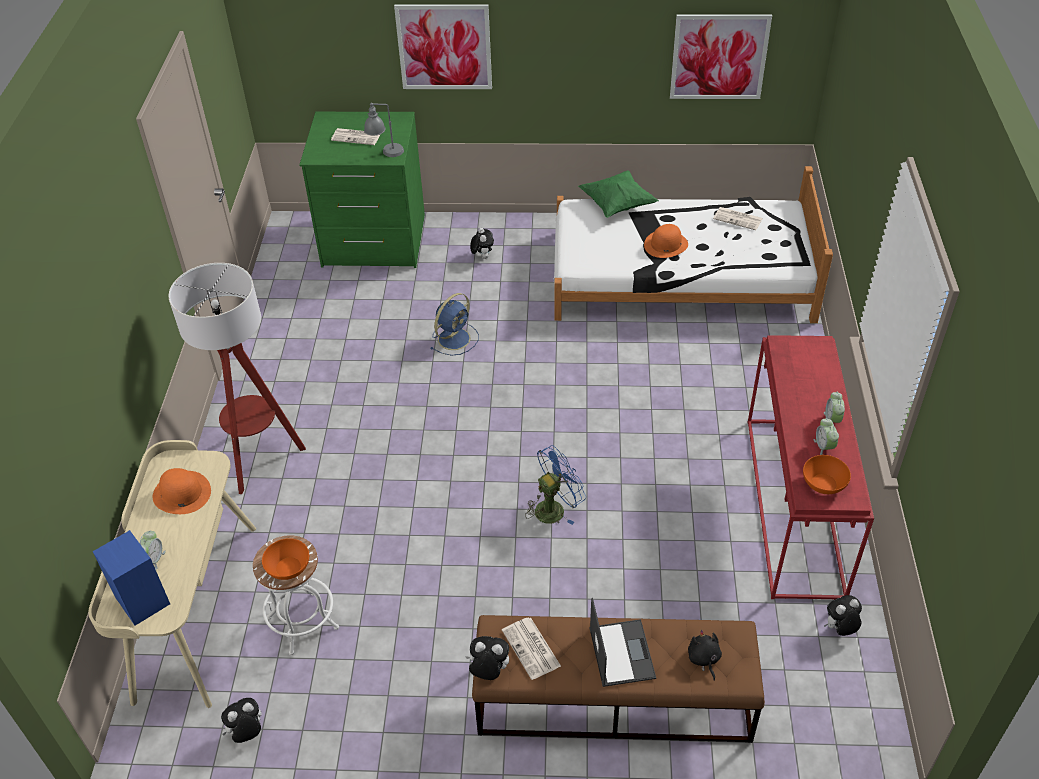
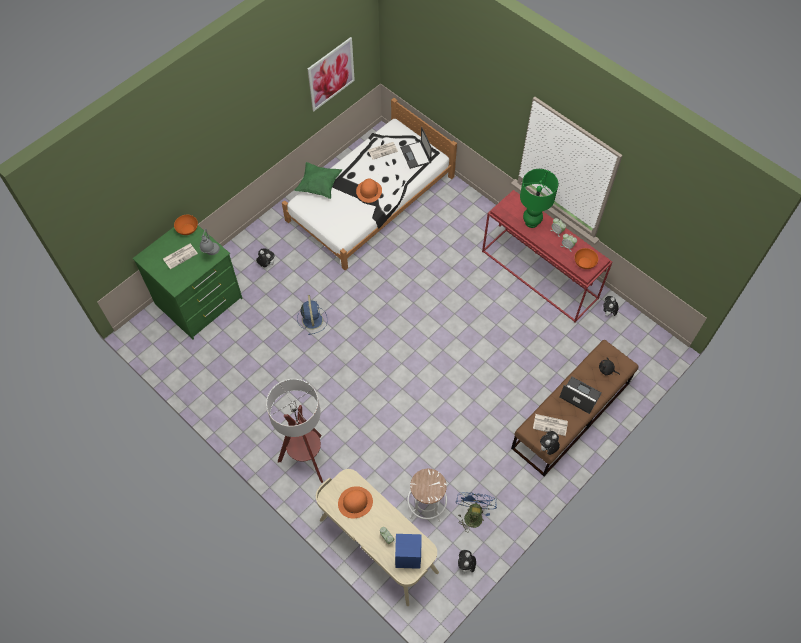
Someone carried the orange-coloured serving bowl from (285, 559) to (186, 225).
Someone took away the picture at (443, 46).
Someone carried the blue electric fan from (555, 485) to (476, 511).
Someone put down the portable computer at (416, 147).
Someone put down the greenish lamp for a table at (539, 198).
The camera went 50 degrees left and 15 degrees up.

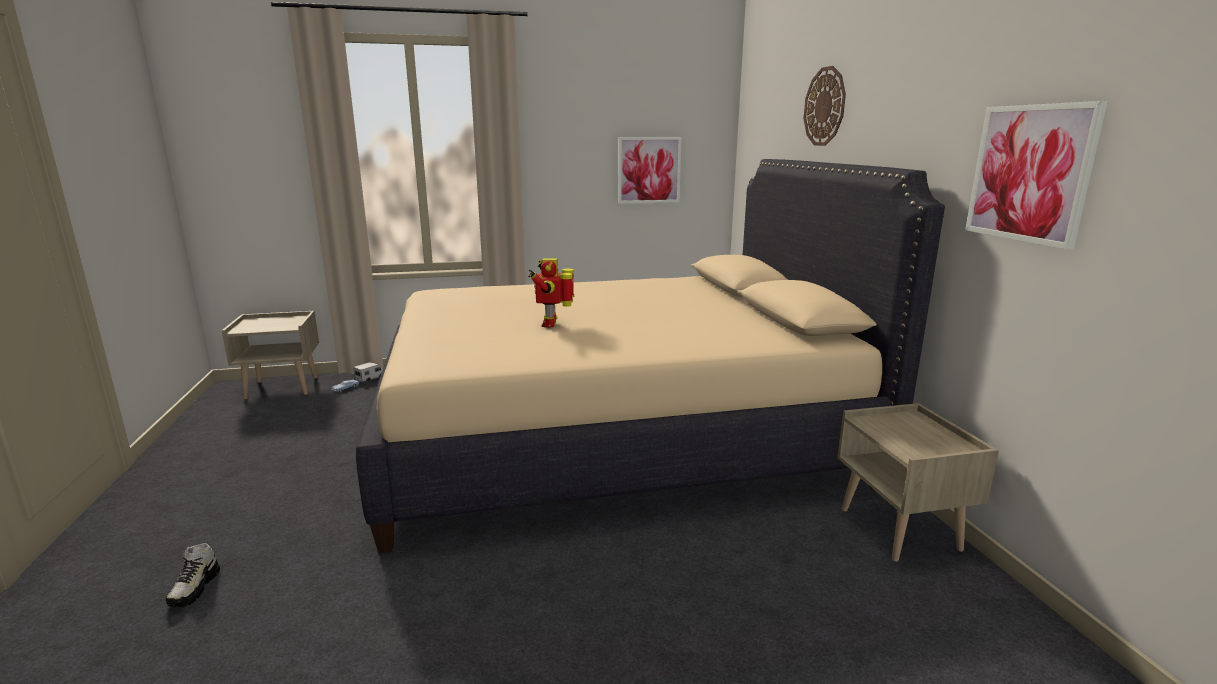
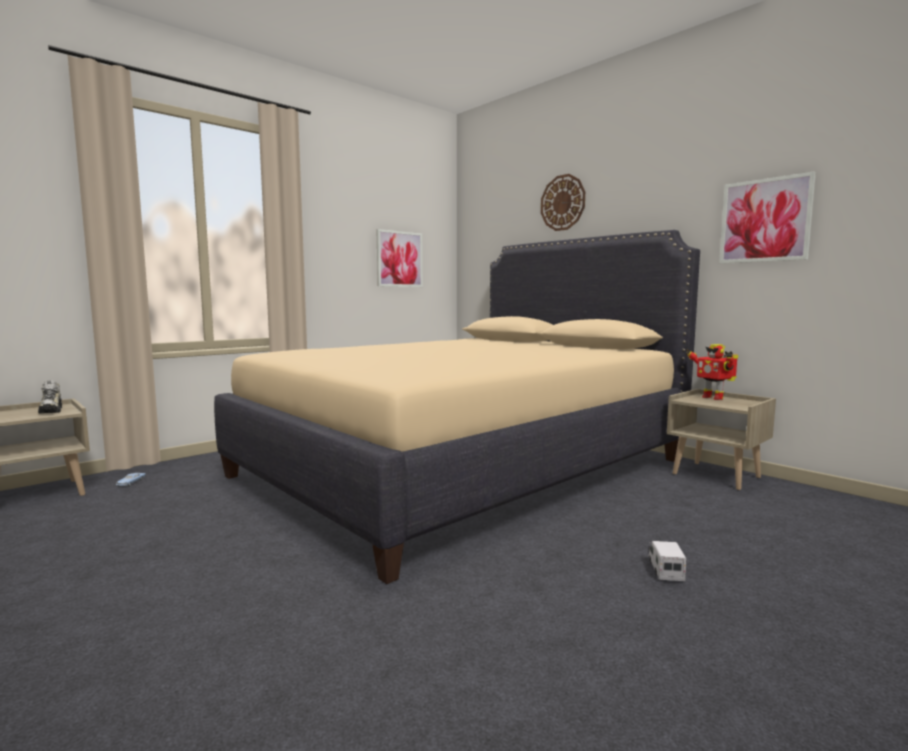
Someone carried the shoe from (193, 575) to (50, 397).
Someone carried the toy lorry from (368, 372) to (667, 561).
Someone carried the model robot from (551, 292) to (712, 372).
The camera went 30 degrees left and 10 degrees down.

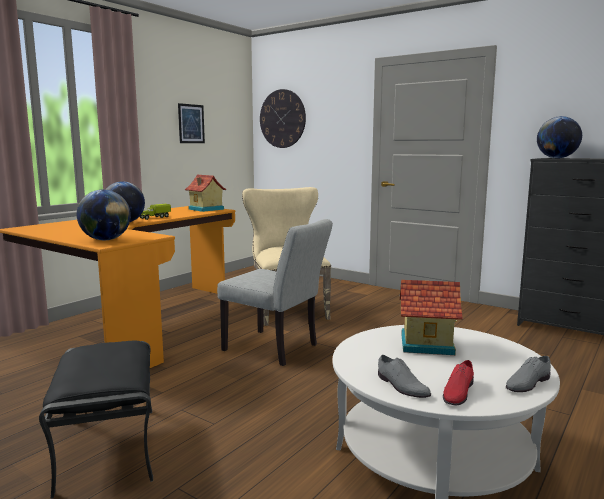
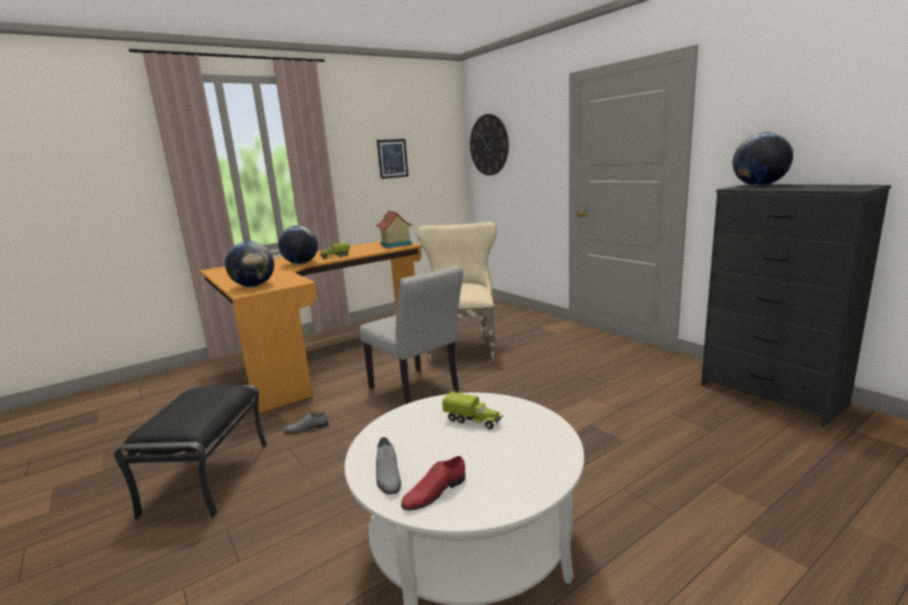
Someone swapped the toy house at (431, 317) for the toy lorry at (472, 410).
Someone carried the greyish shoe from (528, 374) to (305, 423).
The camera went 20 degrees right and 5 degrees up.

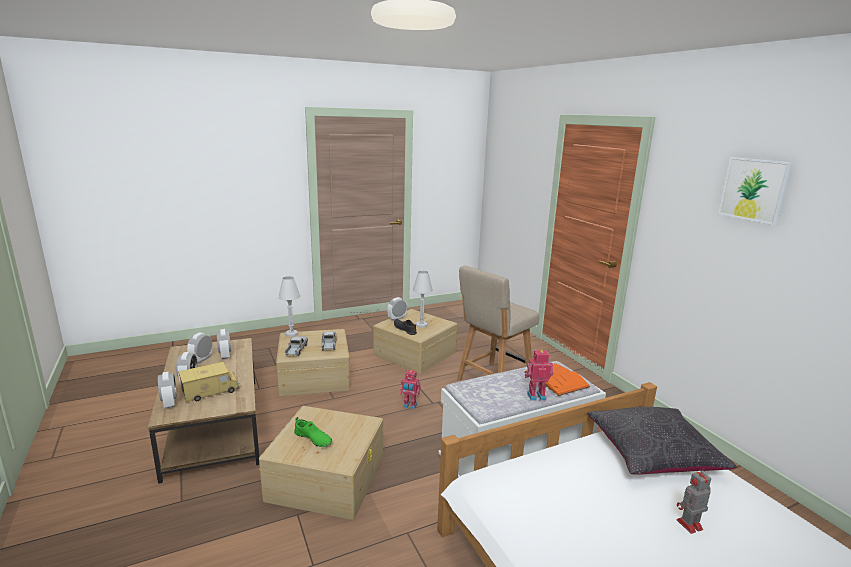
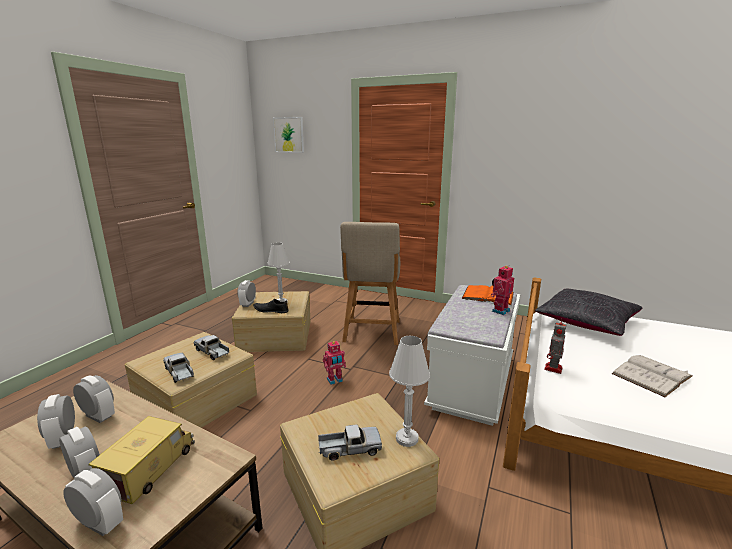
Someone carried the whitish lamp for a table from (289, 306) to (409, 391).
Someone swapped the greenish shoe at (313, 432) for the toy lorry at (350, 442).
Someone carried the model robot from (694, 501) to (555, 346).
Someone carried the picture from (755, 191) to (288, 135).
Someone put down the whitish bound book at (651, 376).
The camera went 40 degrees left and 0 degrees up.

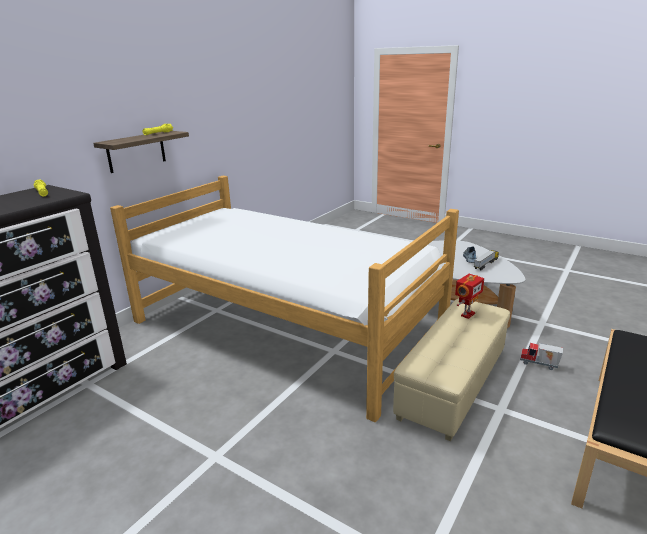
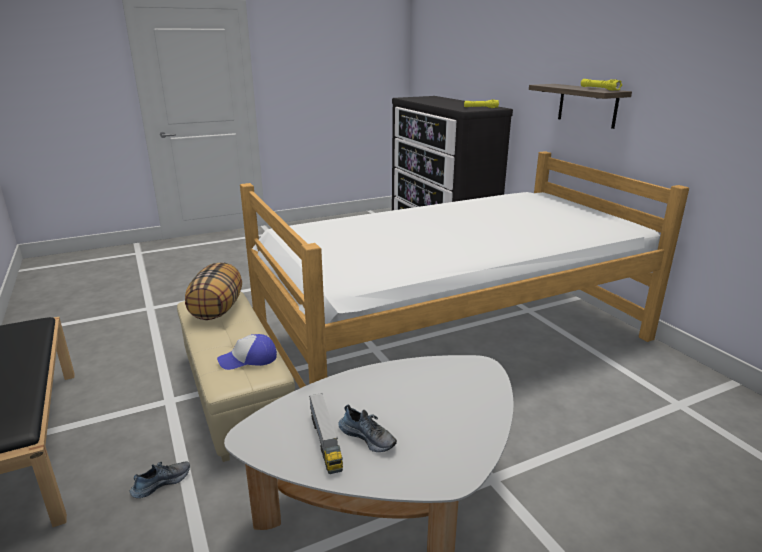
Someone swapped the model robot at (469, 296) for the peaked cap at (247, 352).
Someone swapped the toy lorry at (541, 356) for the shoe at (160, 479).
Someone put down the cushion at (213, 291).
The camera went 120 degrees right and 0 degrees up.

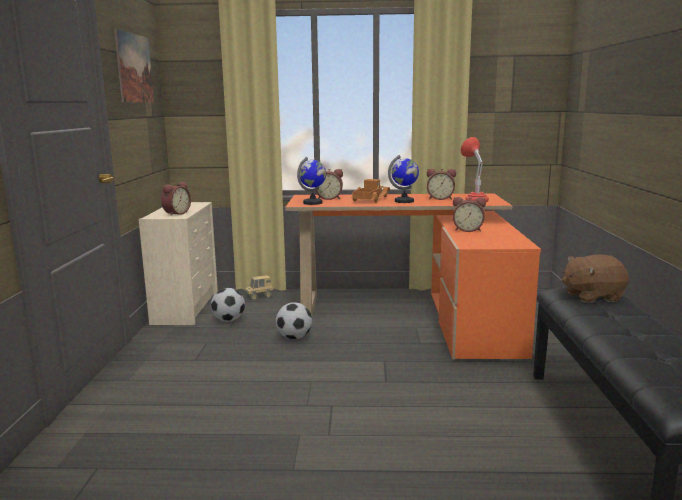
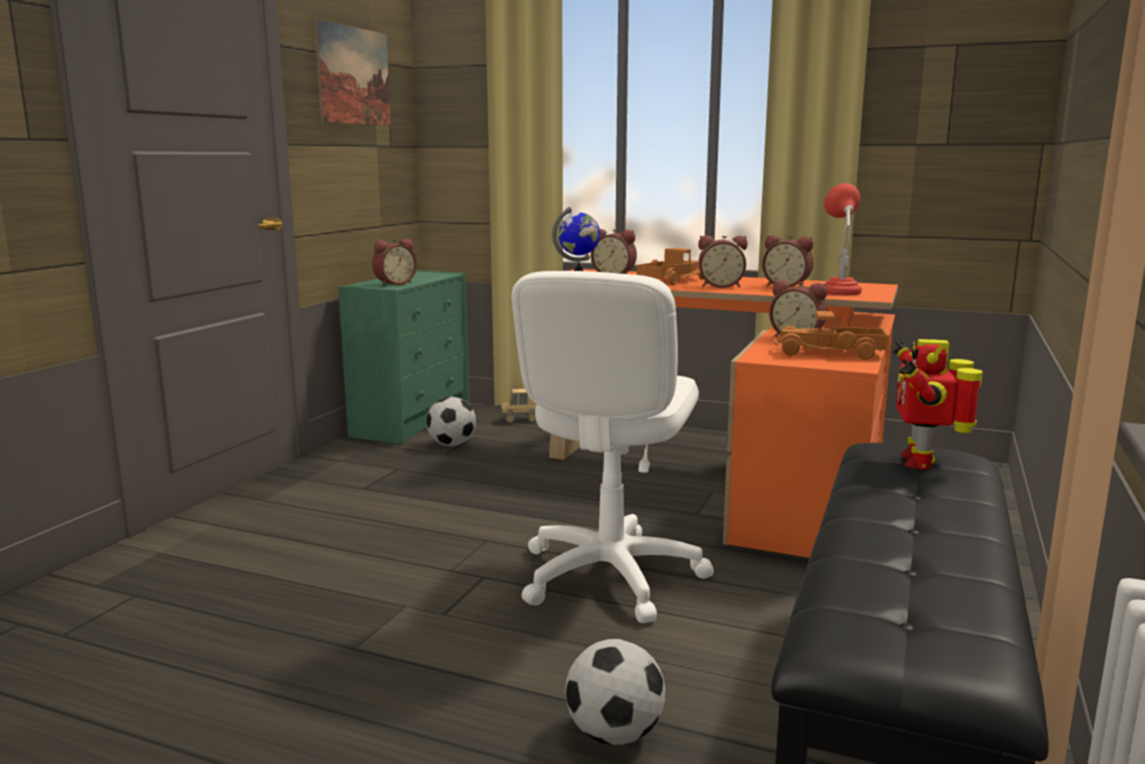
Someone repainted the beige drawer chest at (178, 263), which became the greenish drawer chest at (404, 357).
Someone carried the football ball from (294, 320) to (615, 692).
Someone swapped the world globe at (403, 179) for the table clock at (723, 261).
Someone swapped the brown-coloured plush toy at (595, 279) for the model robot at (938, 404).
Someone put down the whitish computer chair at (613, 447).
Someone put down the toy lorry at (831, 335).
The camera went 20 degrees right and 0 degrees up.

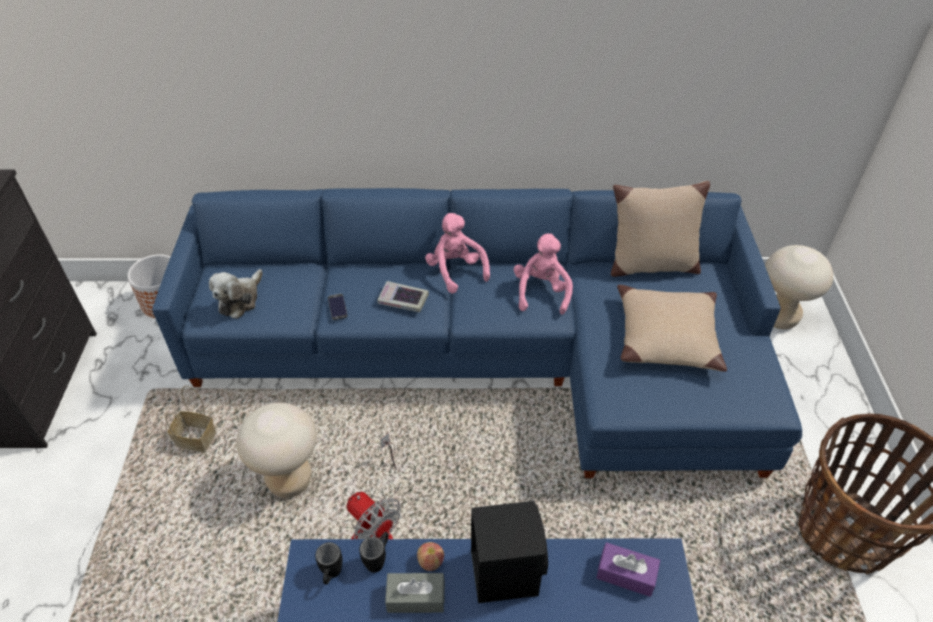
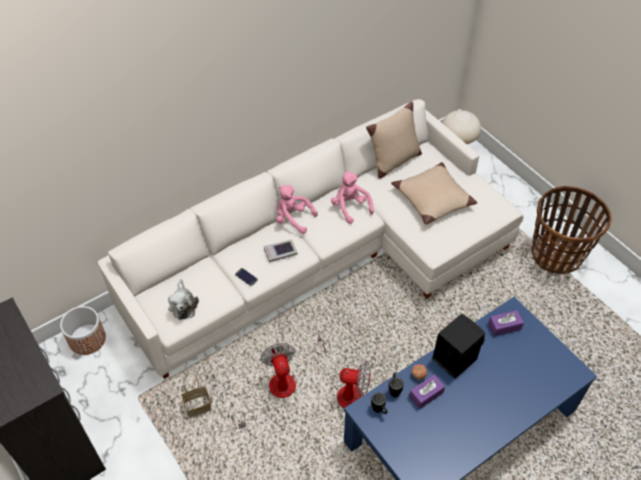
Someone repainted the blue sofa at (477, 333), which became the whitish sofa at (311, 239).
Someone swapped the beige sitting stool at (276, 450) for the electric fan at (267, 386).
Someone repainted the greyish box of tissues at (415, 593), which became the purplish box of tissues at (427, 391).
The camera went 35 degrees left and 5 degrees up.

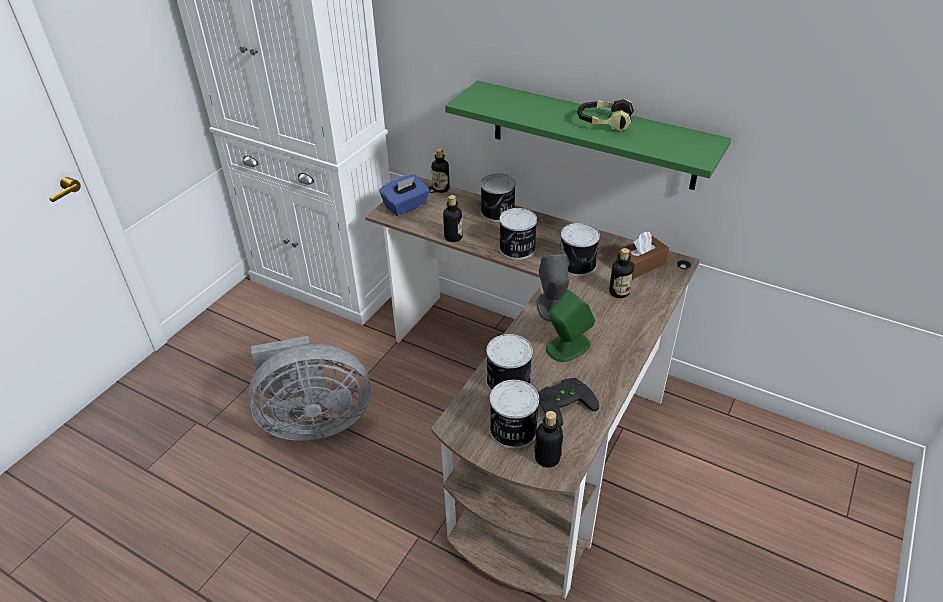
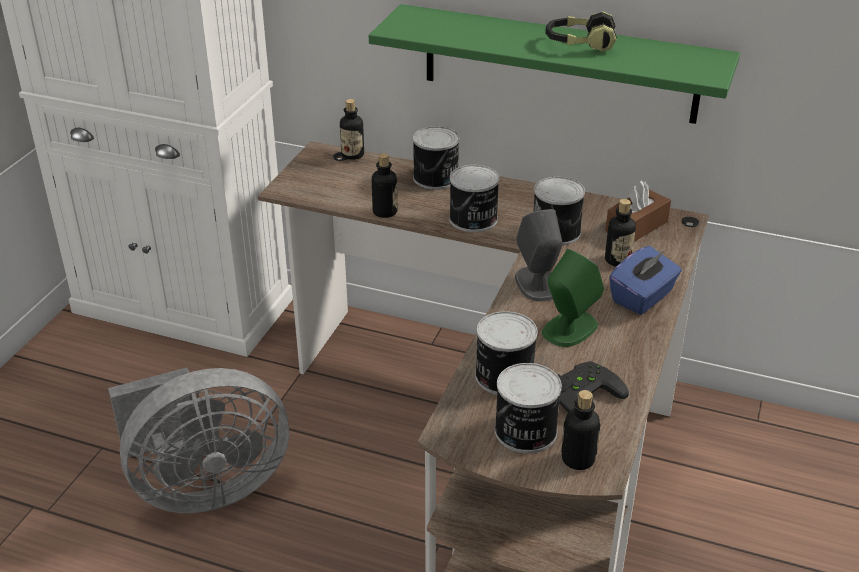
Someone carried the blue box of tissues from (404, 195) to (645, 280).
The camera went 10 degrees left and 5 degrees down.

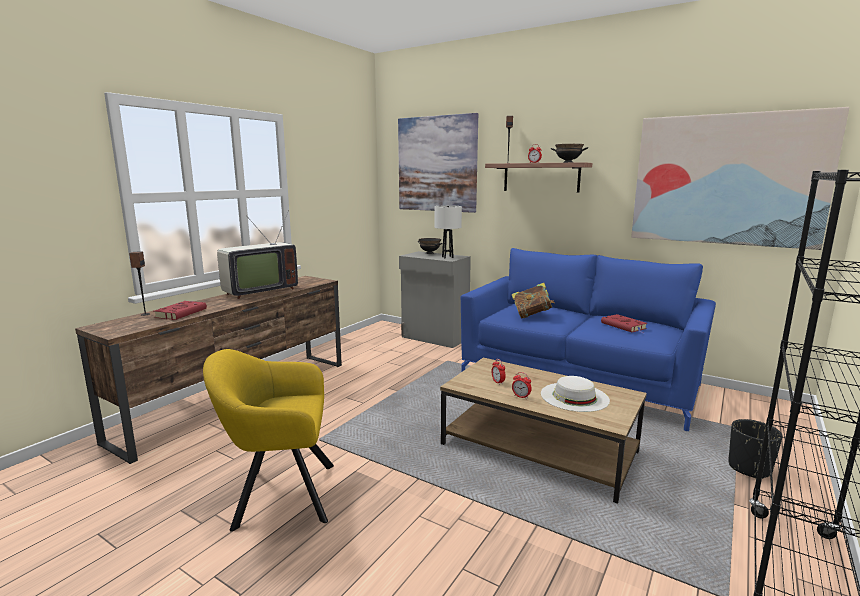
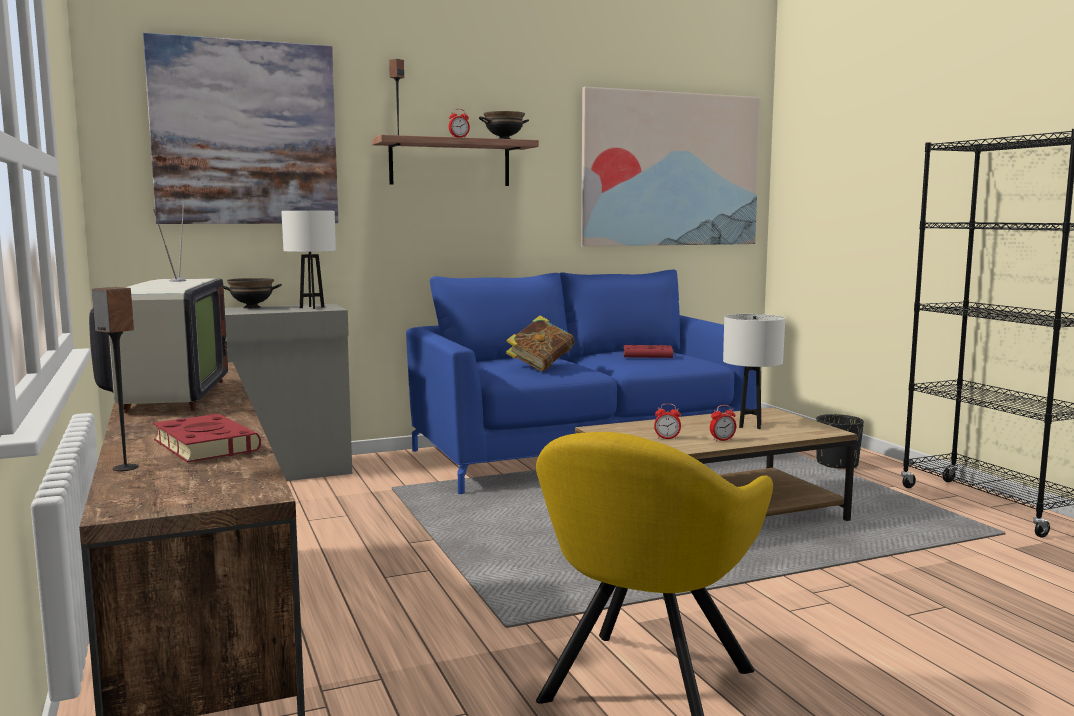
Someone swapped the whitish wearable hat at (575, 394) for the whitish lamp for a table at (754, 371).
The camera went 55 degrees left and 5 degrees down.

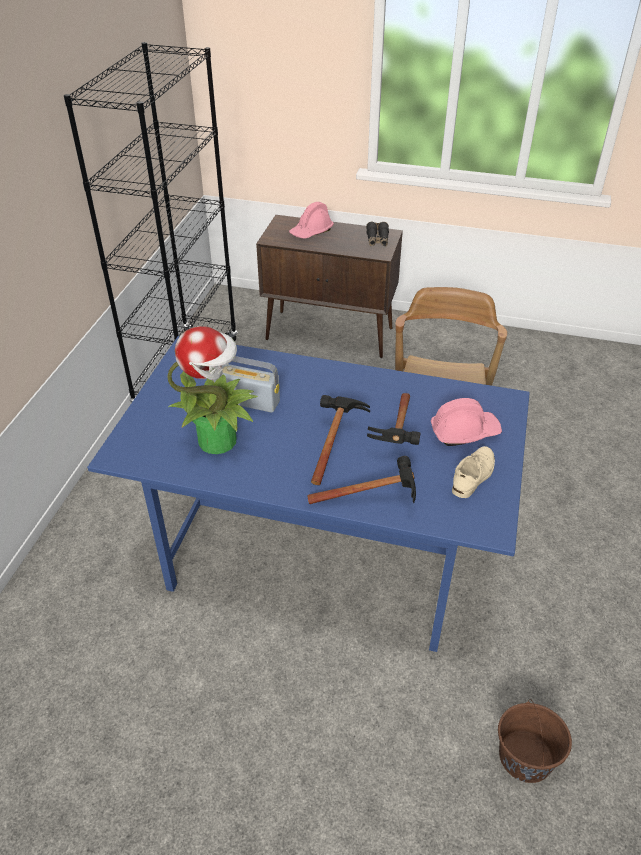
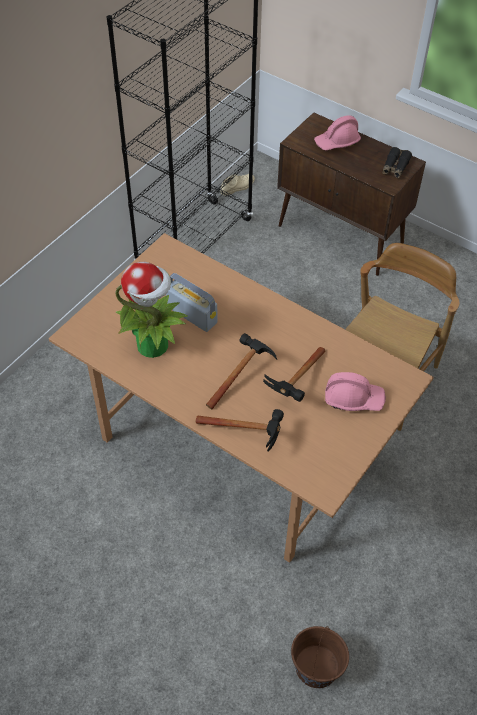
Someone repainted the blue dinner table at (308, 494), which became the brown-coloured dinner table at (241, 398).
Someone carried the beige shoe from (473, 472) to (237, 185).
The camera went 20 degrees right and 10 degrees up.

